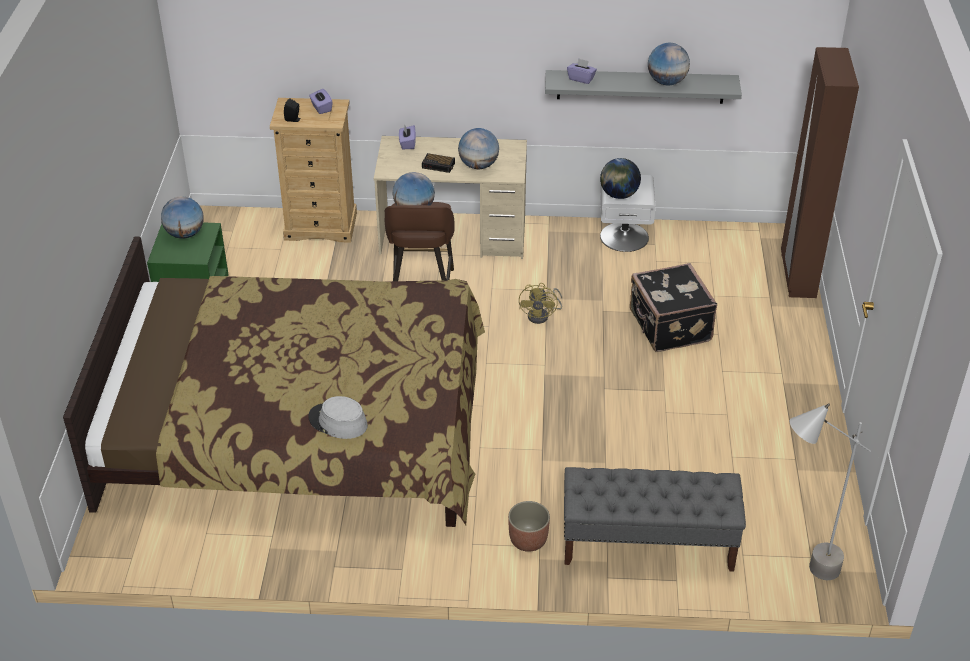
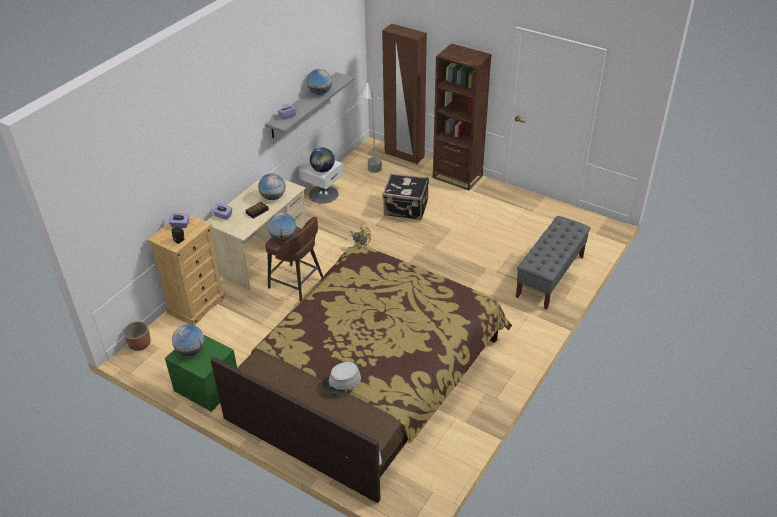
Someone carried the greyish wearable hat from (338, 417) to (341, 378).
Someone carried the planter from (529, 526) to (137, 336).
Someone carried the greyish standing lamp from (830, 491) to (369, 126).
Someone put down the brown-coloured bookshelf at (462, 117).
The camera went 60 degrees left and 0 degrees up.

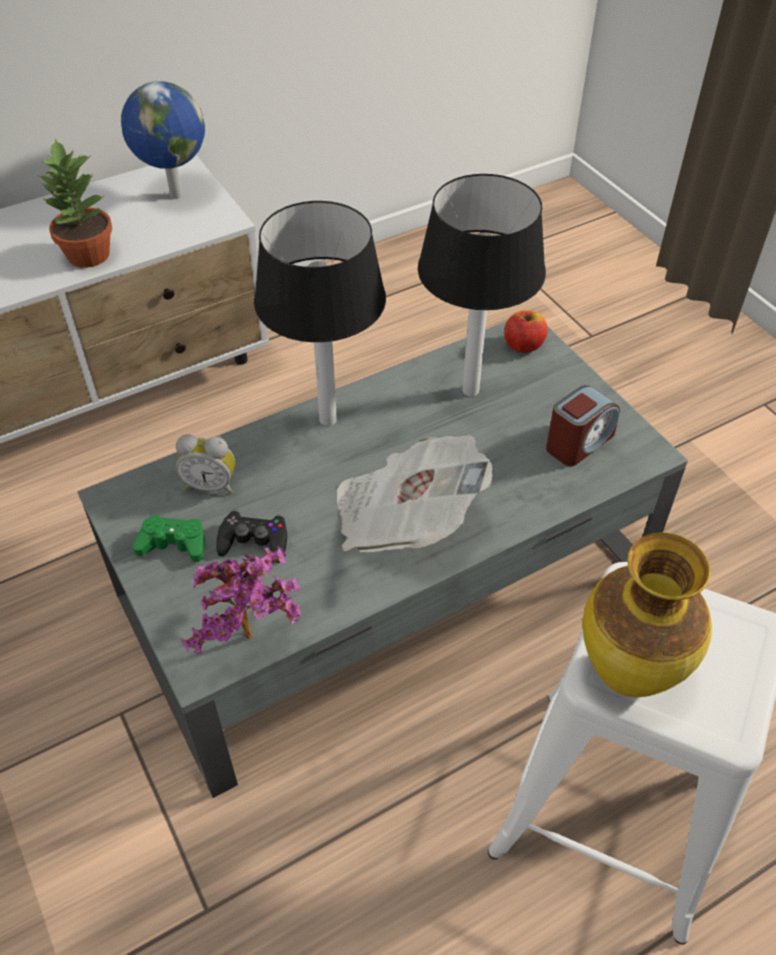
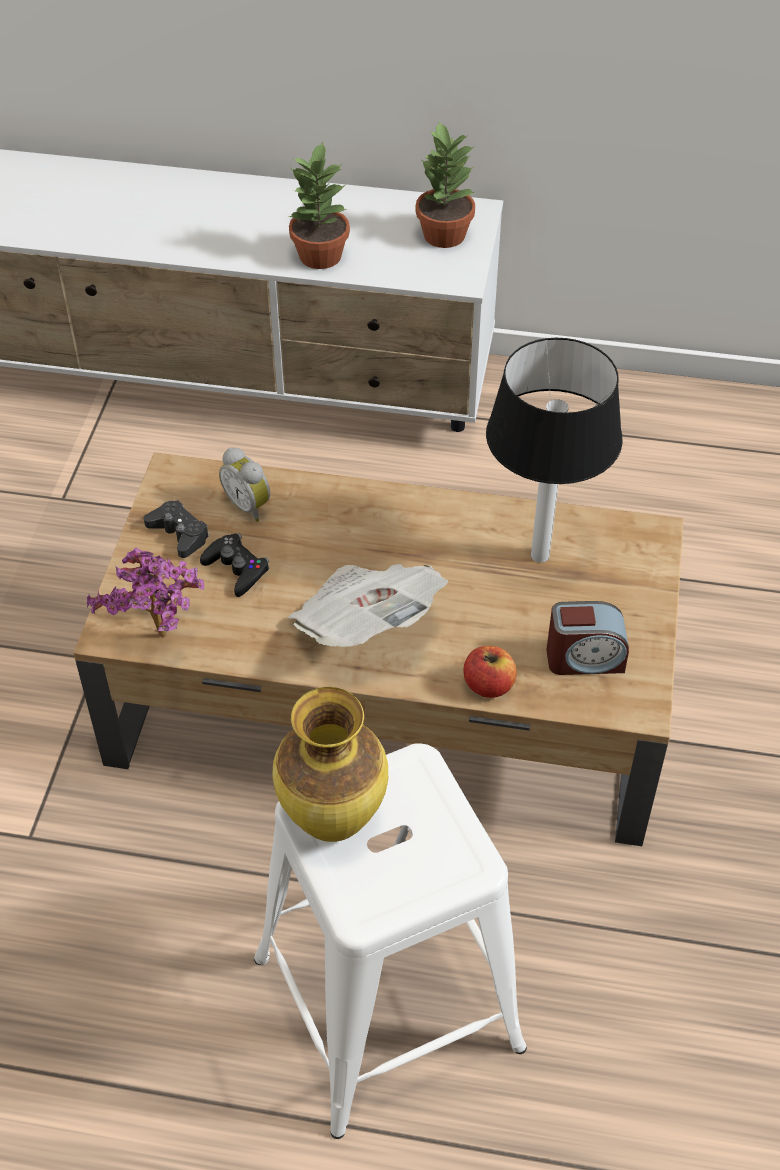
Someone repainted the greyish low table at (383, 560), which became the brown-coloured low table at (378, 649).
Someone swapped the world globe at (163, 140) for the houseplant at (445, 184).
Someone repainted the greenish gamepad at (168, 538), which became the black-coloured gamepad at (176, 529).
Someone took away the lamp for a table at (320, 313).
Someone carried the apple from (526, 331) to (490, 672).
The camera went 40 degrees right and 0 degrees up.

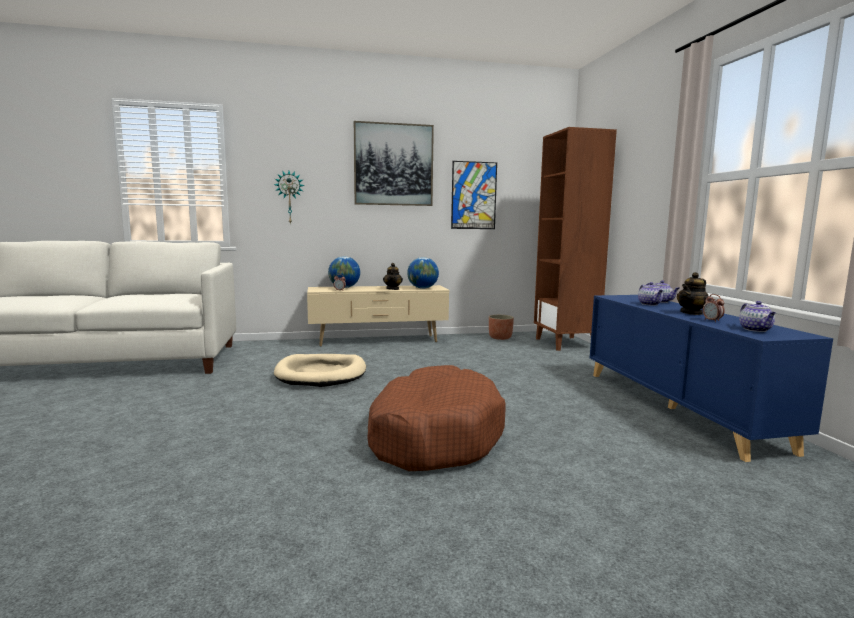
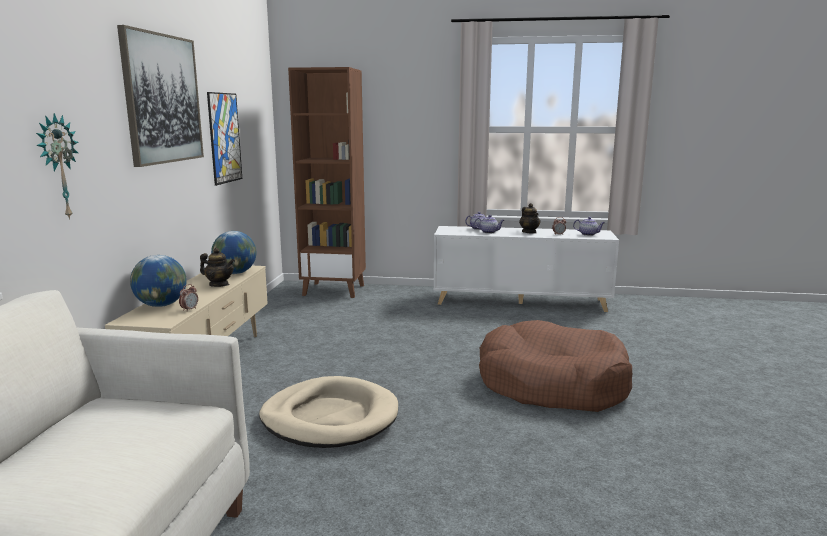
Someone took away the planter at (501, 327).
Someone repainted the blue cabinet at (711, 378), which became the whitish cabinet at (526, 269).
The camera went 70 degrees left and 5 degrees up.

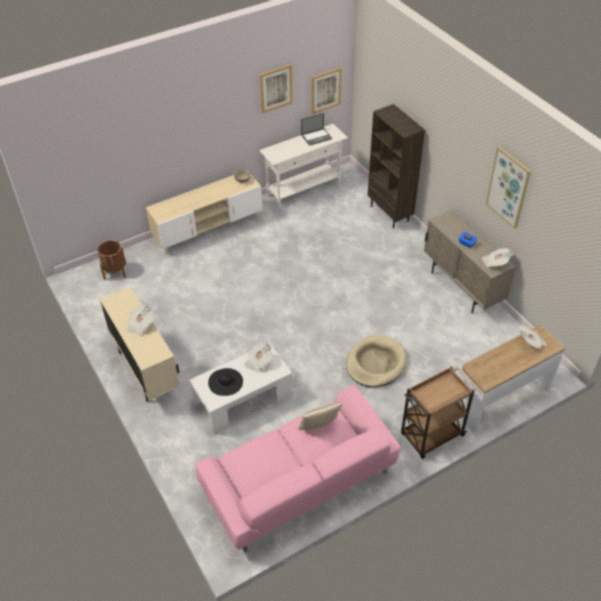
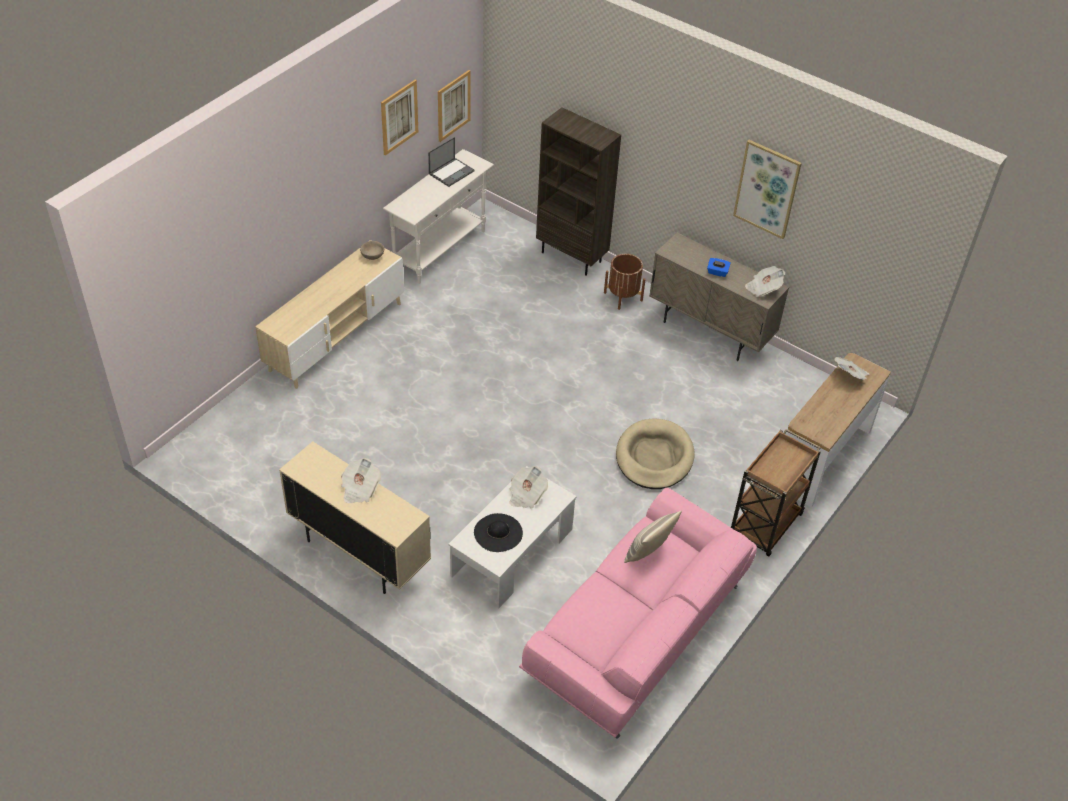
Someone carried the brown-coloured planter from (111, 260) to (625, 282).
The camera went 25 degrees left and 0 degrees up.

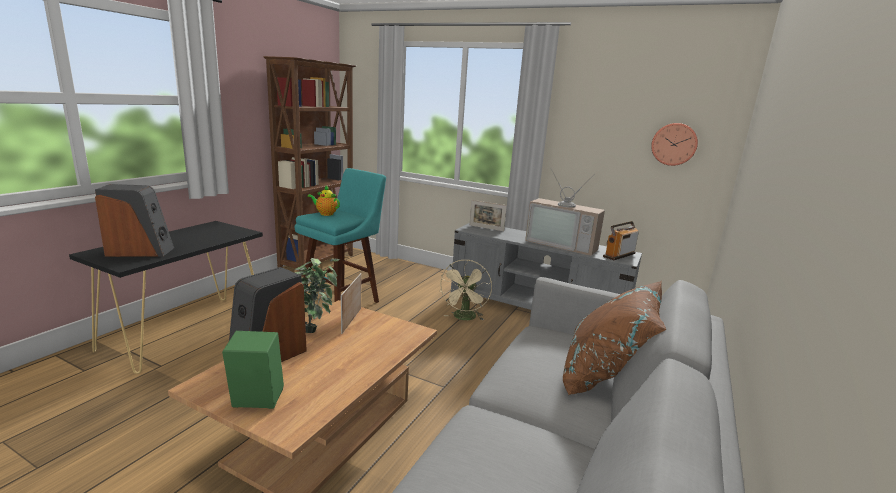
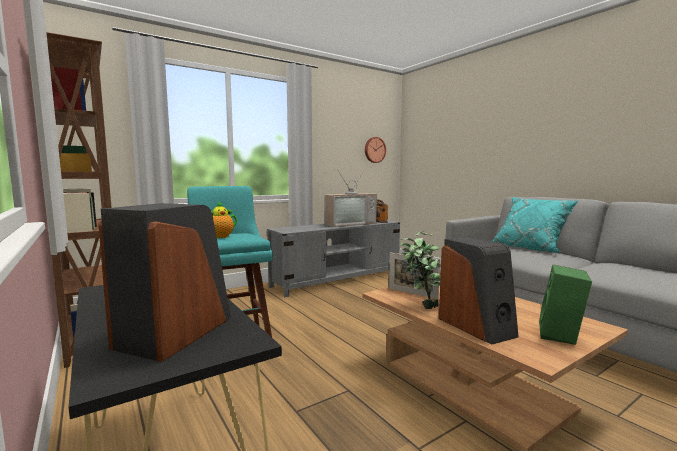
Someone took away the beige electric fan at (466, 290).
Someone took away the picture frame at (488, 215).
Someone repainted the brown-coloured cushion at (614, 338), which became the turquoise-coloured cushion at (535, 225).
The camera went 60 degrees left and 10 degrees down.

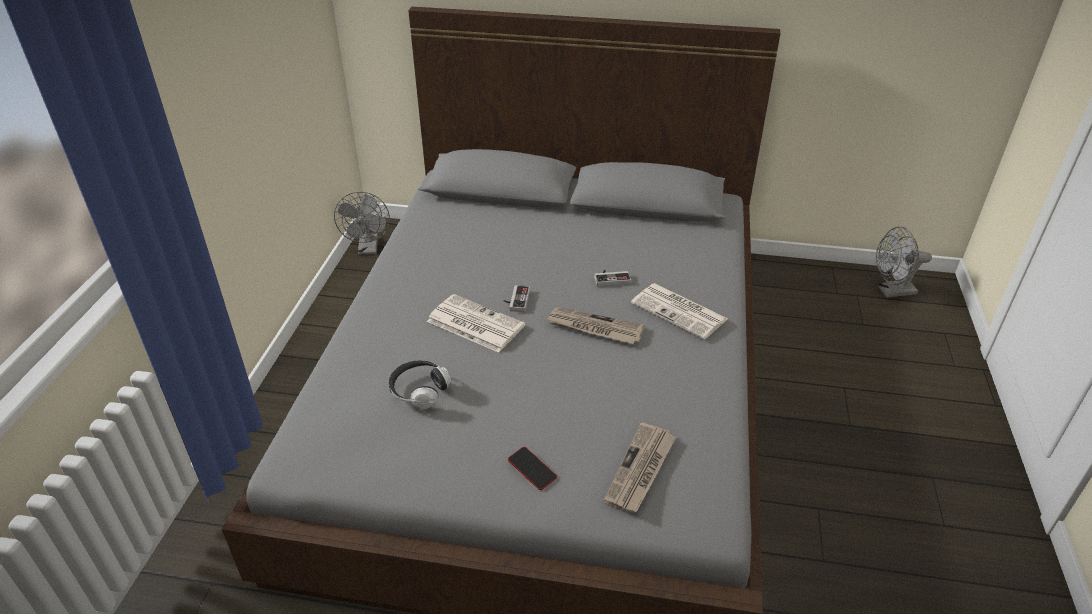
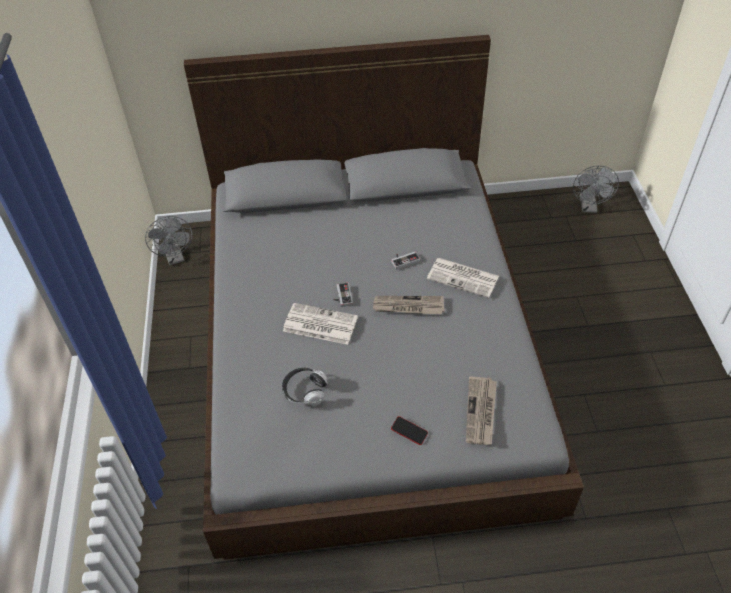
Someone rotated the greyish electric fan at (904, 262) by 60 degrees counterclockwise.
The camera went 15 degrees left and 10 degrees up.

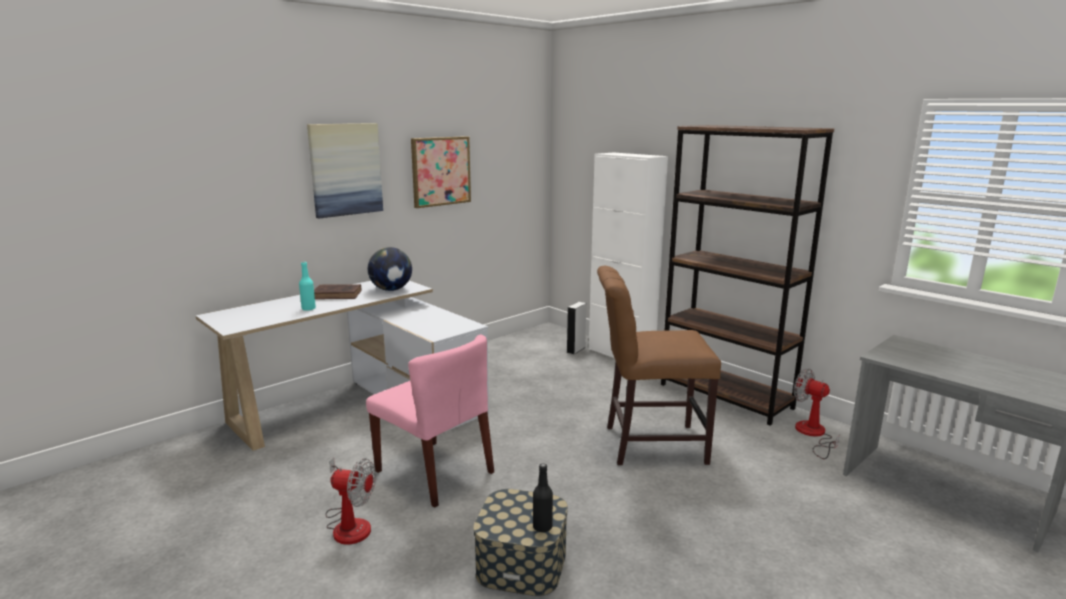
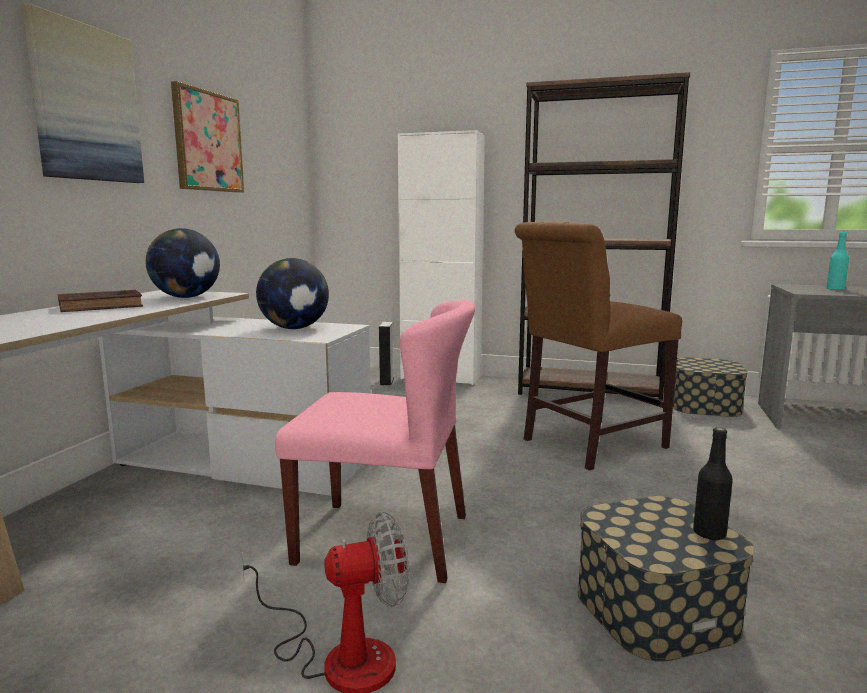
Someone carried the turquoise-coloured drink bottle from (307, 286) to (837, 261).
Someone swapped the electric fan at (817, 413) for the storage bin at (710, 387).
Someone put down the world globe at (292, 293).
The camera went 30 degrees left and 5 degrees down.

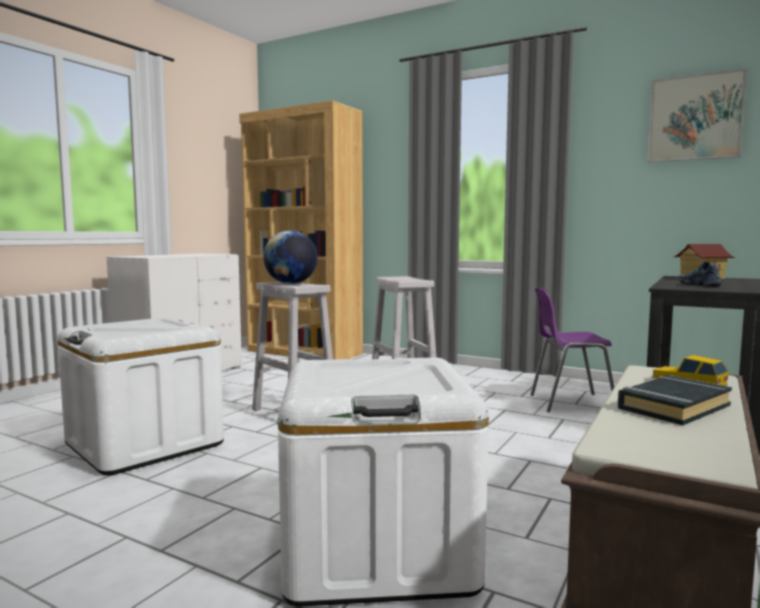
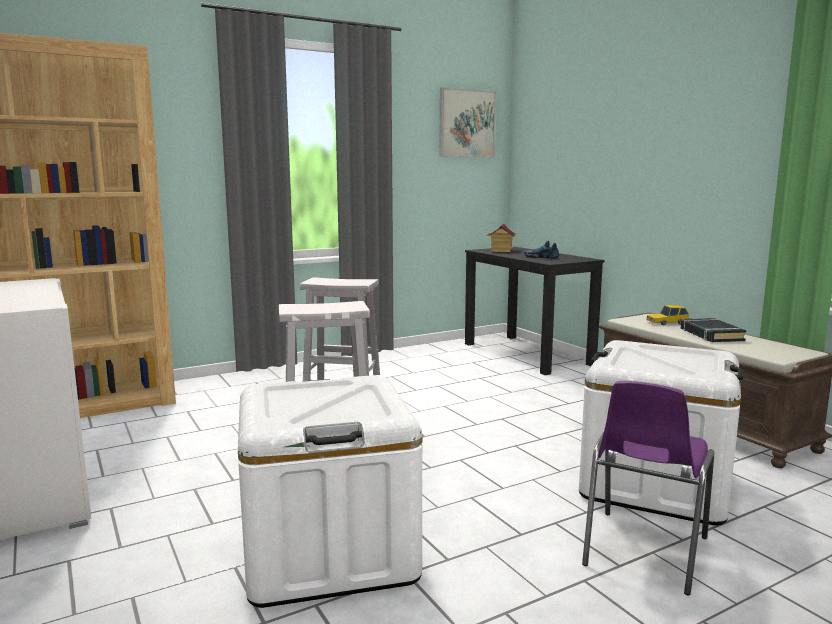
Someone took away the world globe at (290, 257).
Someone carried the purplish upright chair from (572, 350) to (648, 488).
The camera went 60 degrees left and 5 degrees up.

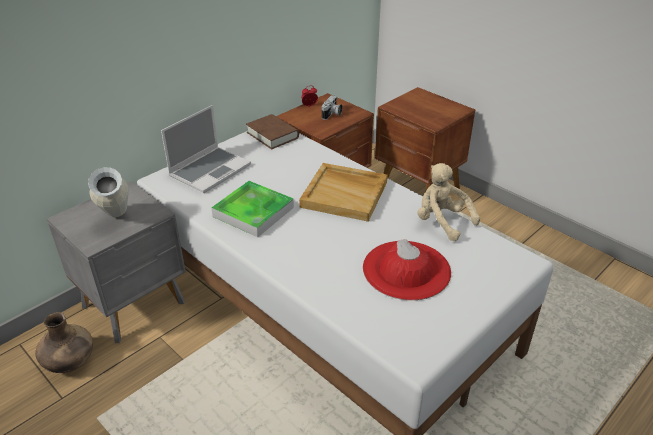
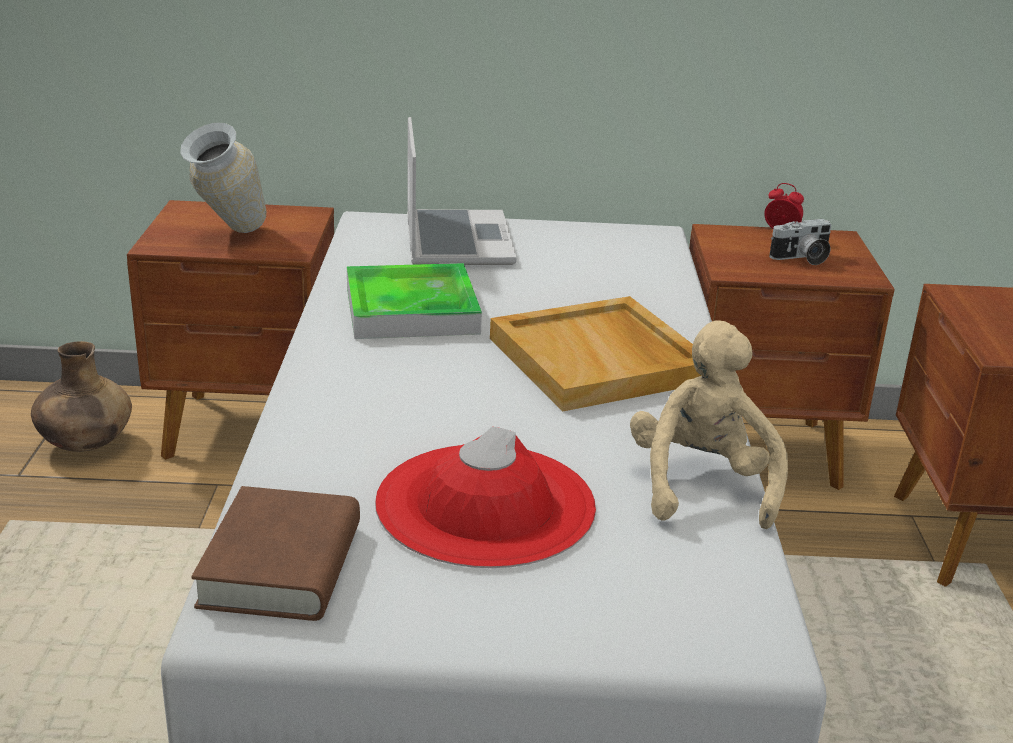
Someone repainted the greyish bedside table at (116, 262), which became the brown-coloured bedside table at (230, 330).
Someone rotated the portable computer at (206, 149) by 90 degrees counterclockwise.
Someone carried the brown-coloured bound book from (272, 131) to (275, 553).
The camera went 45 degrees right and 10 degrees down.

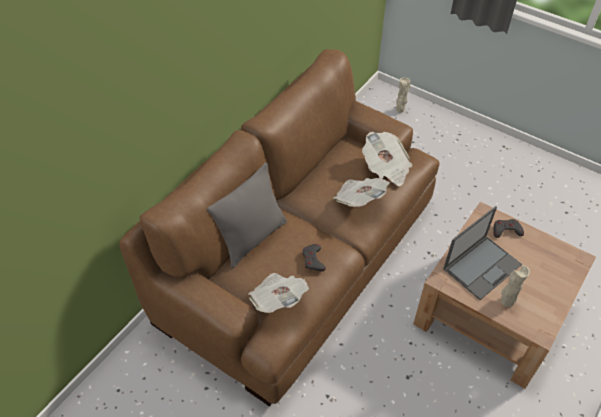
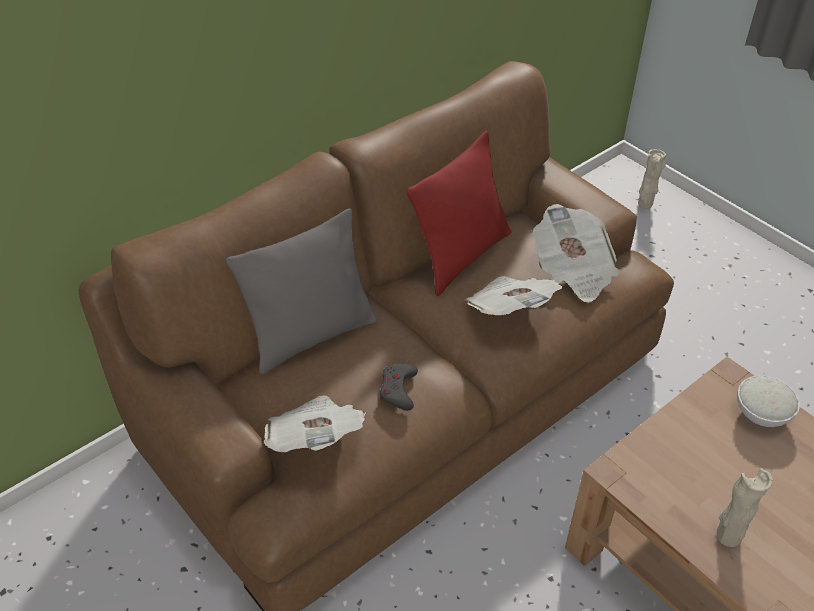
Someone took away the portable computer at (482, 253).
Someone swapped the greyish gamepad at (508, 228) for the whitish serving bowl at (768, 401).
Someone put down the reddish cushion at (458, 213).
The camera went 15 degrees right and 5 degrees down.

